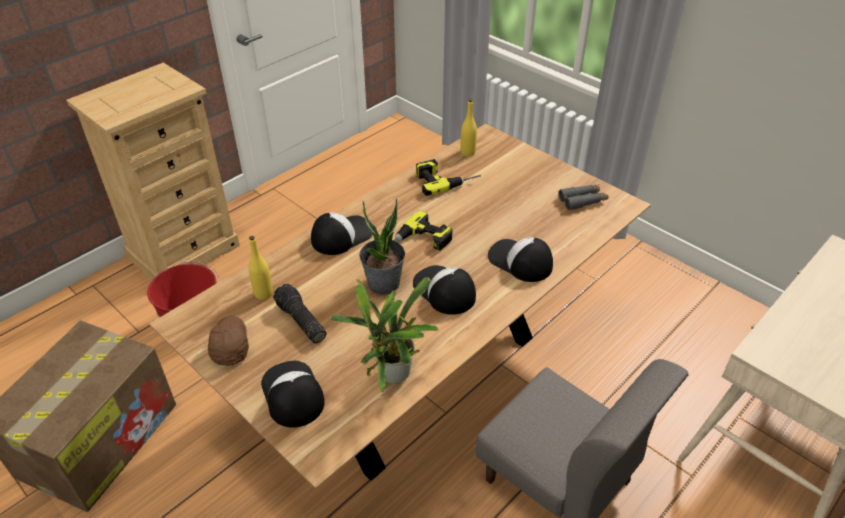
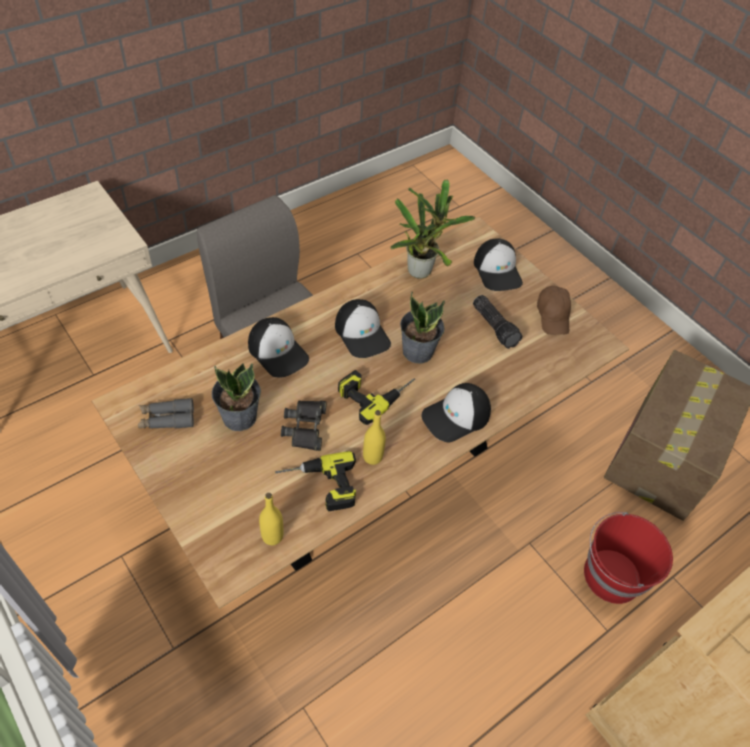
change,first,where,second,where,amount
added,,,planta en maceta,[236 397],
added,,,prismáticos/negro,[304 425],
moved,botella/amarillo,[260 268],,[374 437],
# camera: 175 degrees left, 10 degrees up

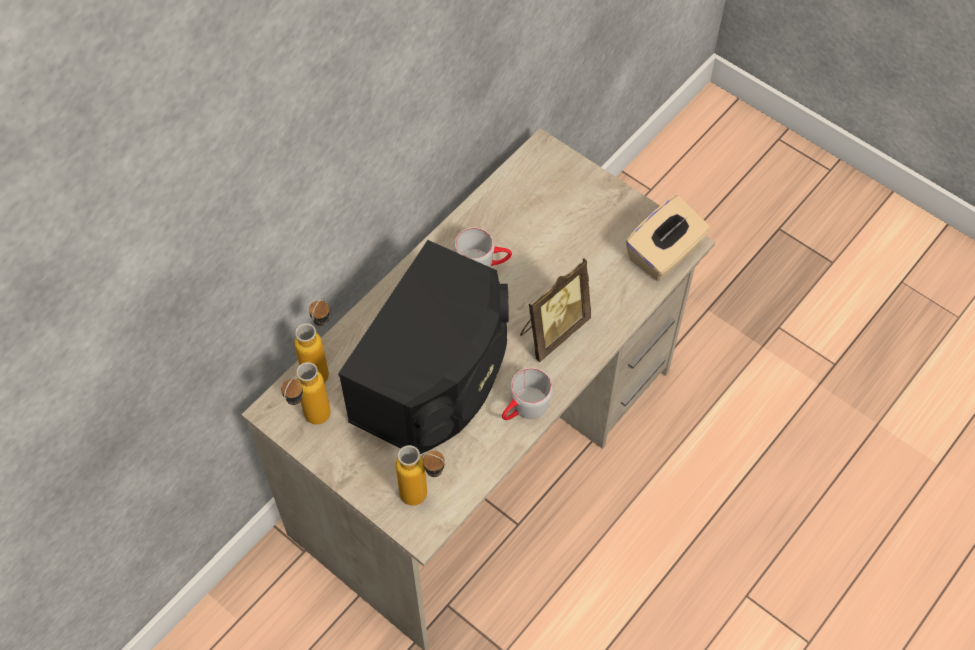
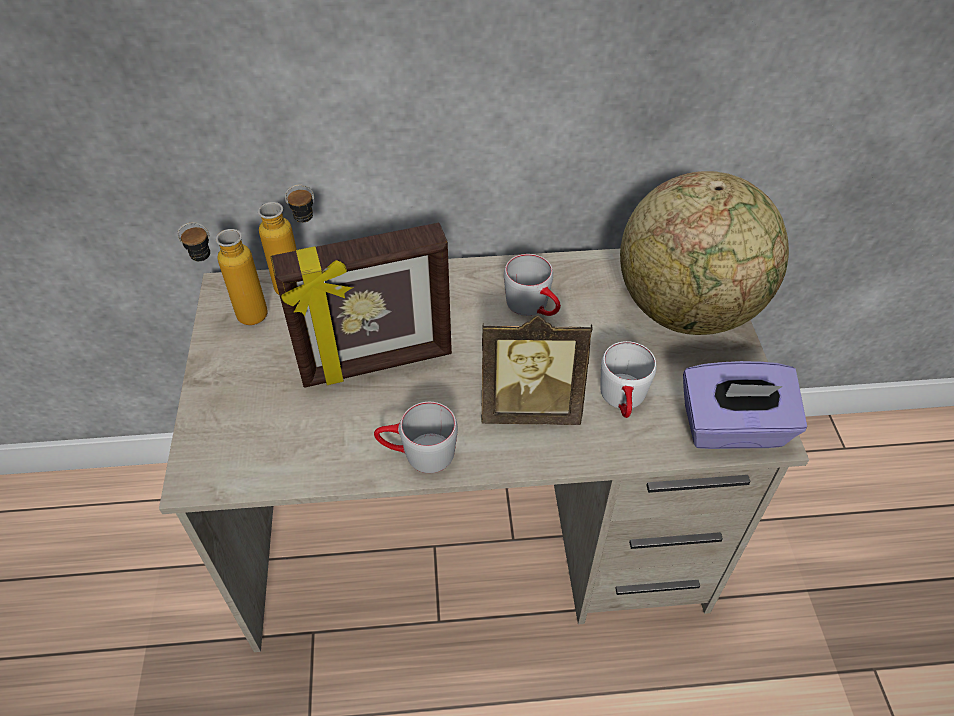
change,first,where,second,where,amount
replaced,altavoz/negro,[423 347],portarretratos,[361 305],
added,,,taza grande/blanco,[628 379],
added,,,globo terráqueo,[704 253],
recoloured,caja de pañuelos/beis,[668 238],caja de pañuelos/morado,[745 405],
removed,botella,[421 475],,,
# camera: 45 degrees right, 10 degrees down

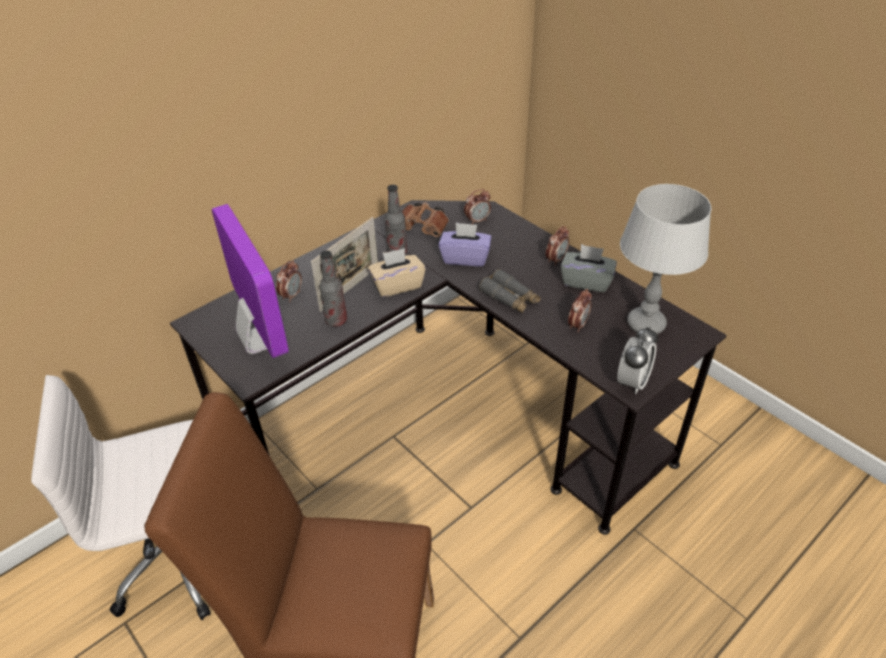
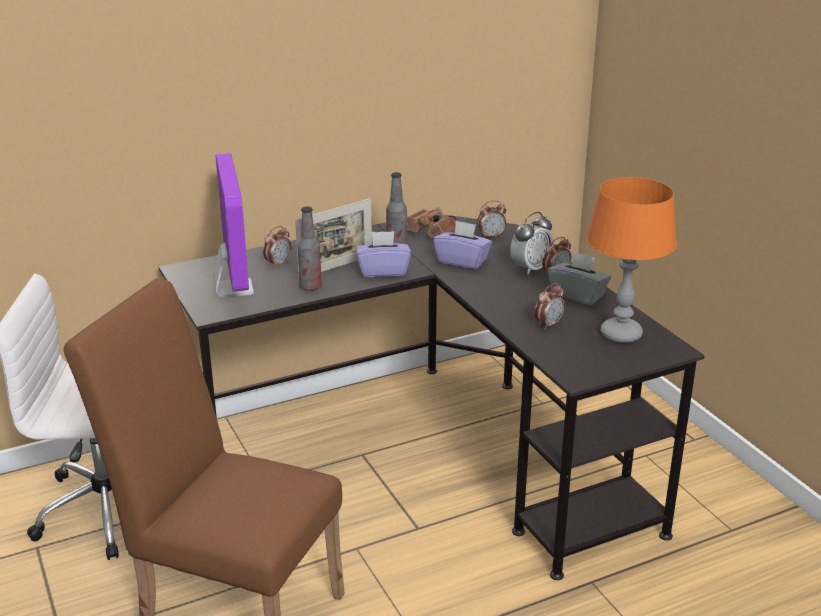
change,first,where,second,where,amount
recoloured,caja de pañuelos/beis,[397 272],caja de pañuelos/morado,[383 254],
moved,despertador,[637 360],,[531 243],
recoloured,lámpara de mesa/gris,[665 259],lámpara de mesa/naranja,[631 260],
removed,prismáticos/gris,[510 291],,,
# camera: 15 degrees right, 15 degrees down

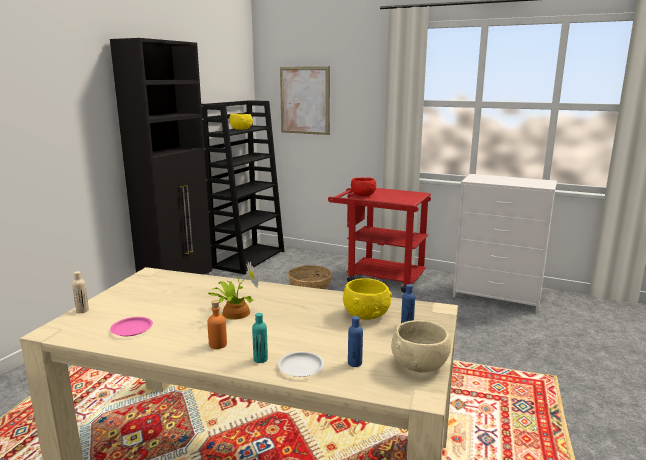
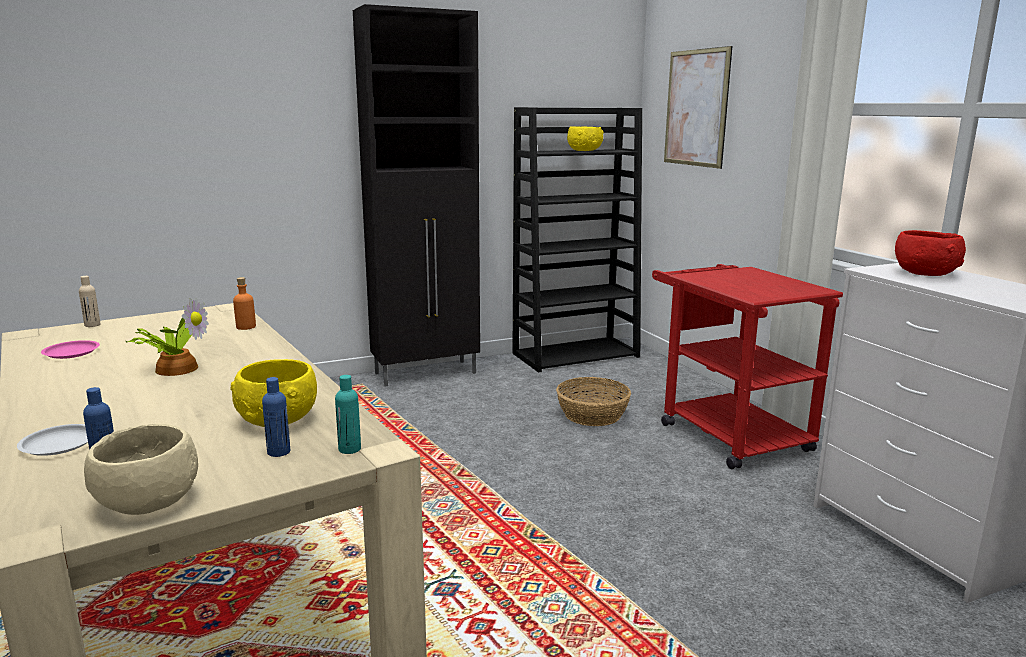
change,first,where,second,where,amount
moved,botella/naranja,[217 324],,[244 303],
moved,botella/turquesa,[260 338],,[348 414],
moved,cuenco/rojo,[363 187],,[930 253],
# camera: 40 degrees right, 0 degrees up

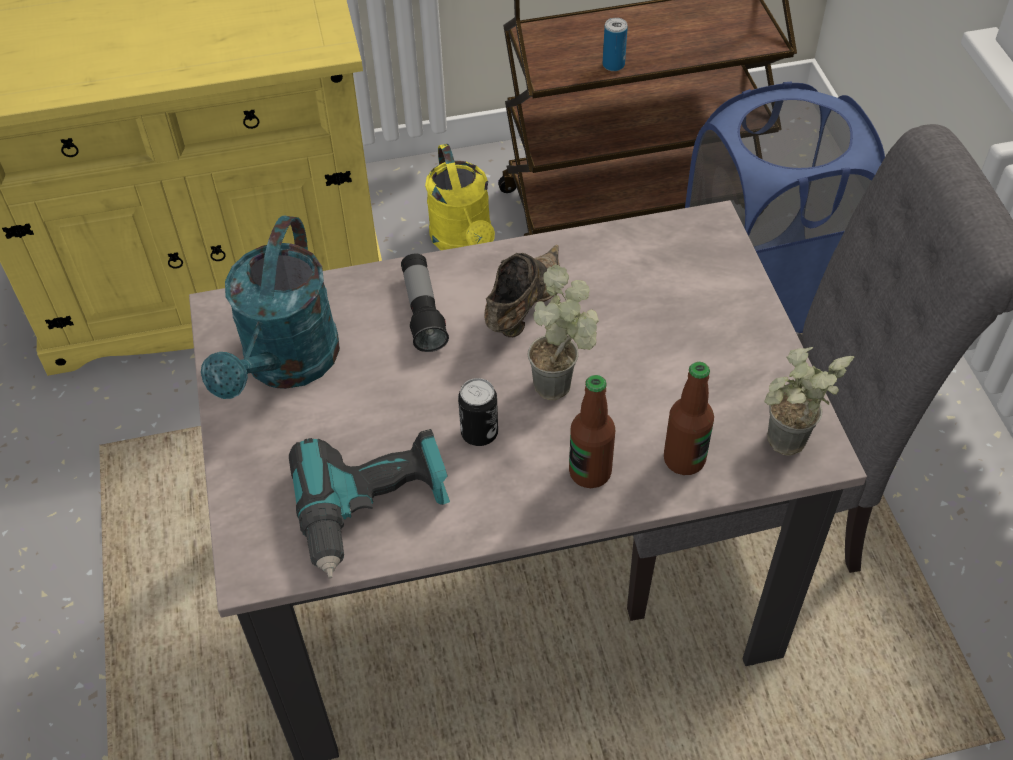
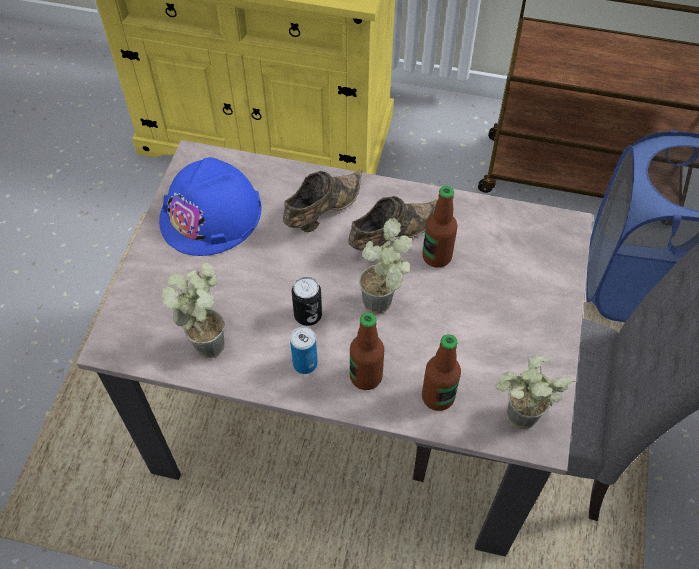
change,first,where,second,where,amount
replaced,regadera/turquesa,[270 307],casco/azul,[210 206],
replaced,taladro,[369 504],planta en maceta,[193 310],
replaced,linterna,[425 303],zapato/marrón,[323 200],
moved,lata,[615 44],,[304 350],
added,,,botella,[440 226],
removed,regadera/amarillo,[460 197],,,
# camera: 25 degrees right, 5 degrees up

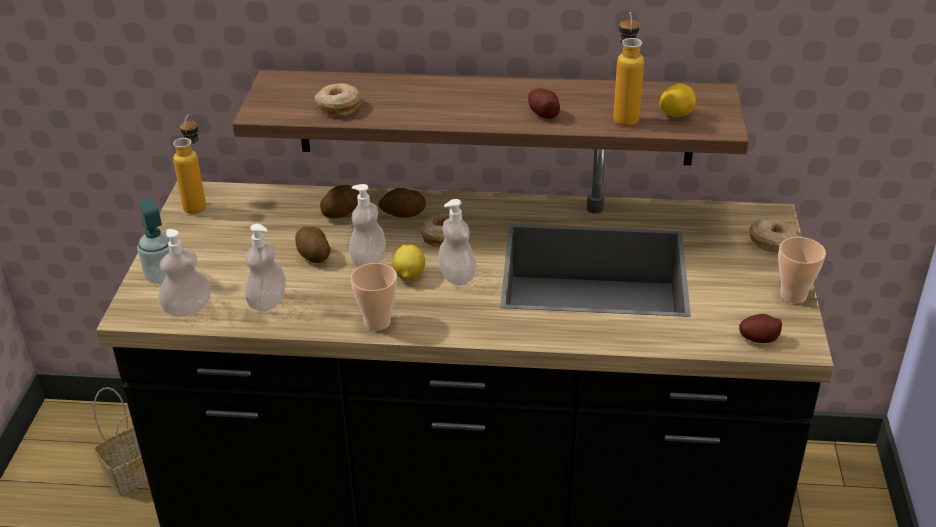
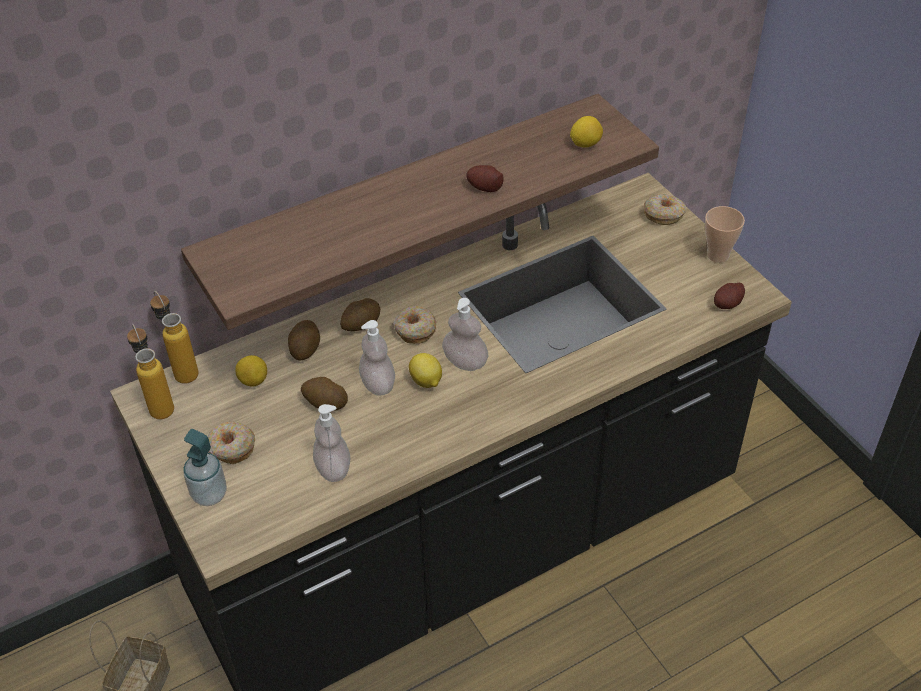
change,first,where,second,where,amount
moved,botella,[628 69],,[174 337],
moved,rosquilla,[338 99],,[231 443],
added,,,limón,[251 371],
removed,dispensador de jabón,[184 273],,,
removed,taza,[374 297],,,
# camera: 35 degrees left, 10 degrees up

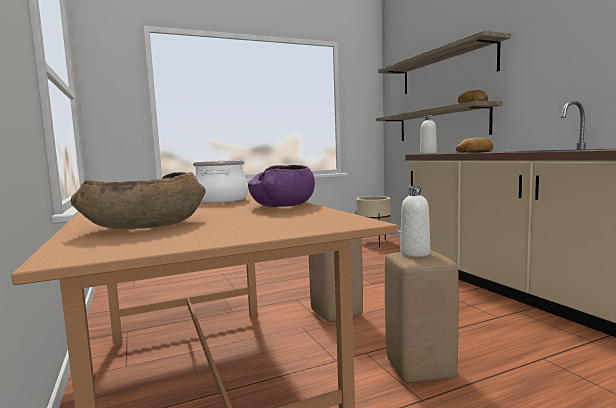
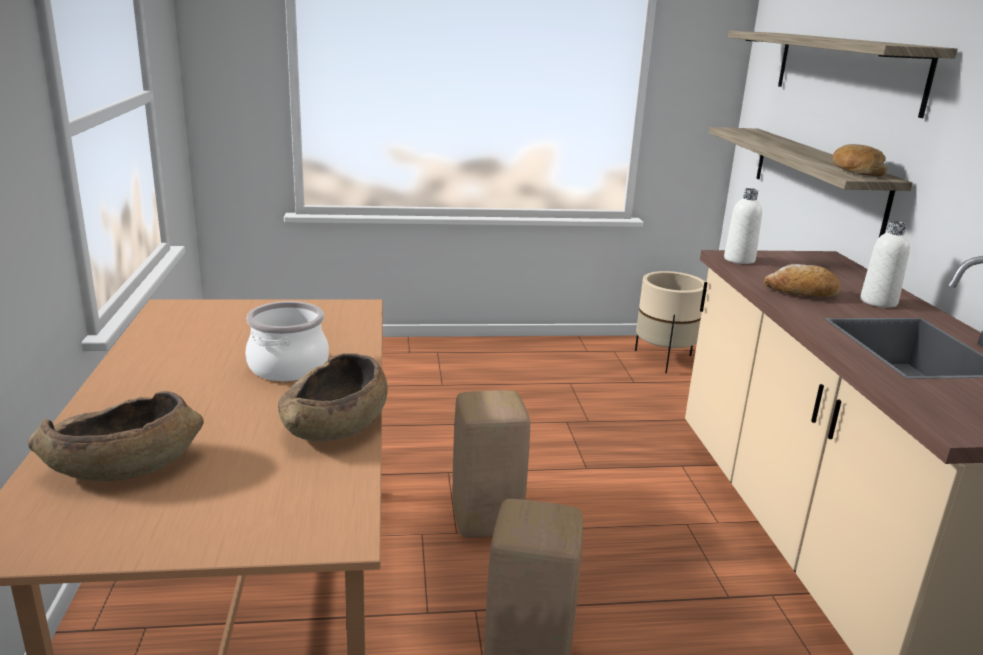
change,first,where,second,where,amount
recoloured,cuenco/morado,[281 186],cuenco/marrón,[333 397],
moved,botella/blanco,[415 221],,[885 264],
# camera: 15 degrees right, 15 degrees up

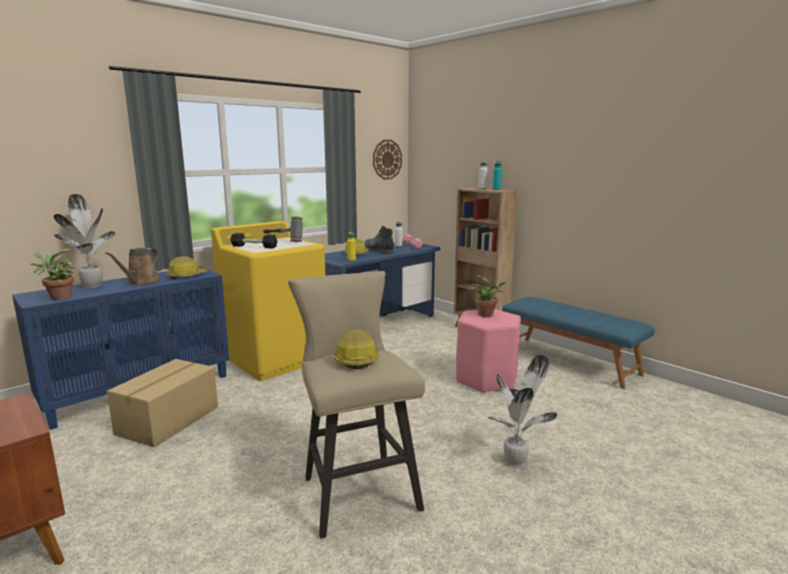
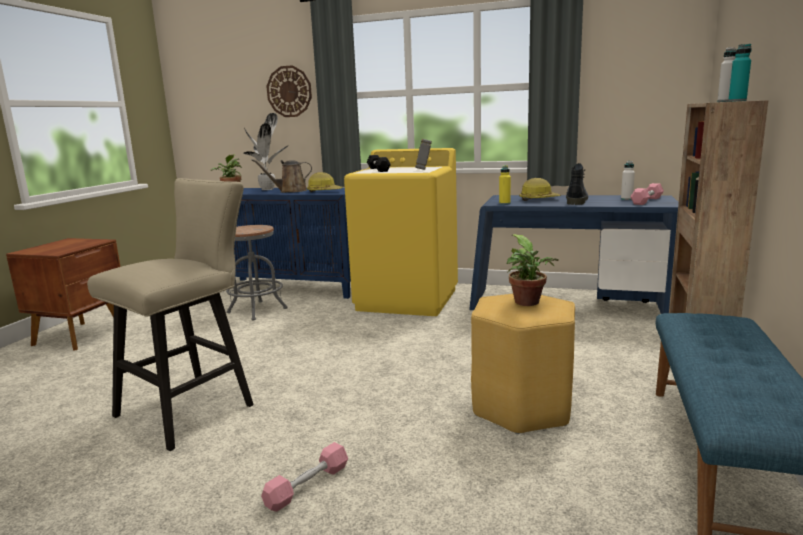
change,first,where,second,where,amount
replaced,caja de cartón,[162 403],taburete/gris,[257 273],
replaced,planta en maceta,[522 411],mancuerna/rosa,[304 477],
moved,reloj de pared,[387 160],,[289 91],
recoloured,taburete/rosa,[488 351],taburete/amarillo,[523 364],
removed,casco,[356 349],,,
# camera: 60 degrees right, 0 degrees up

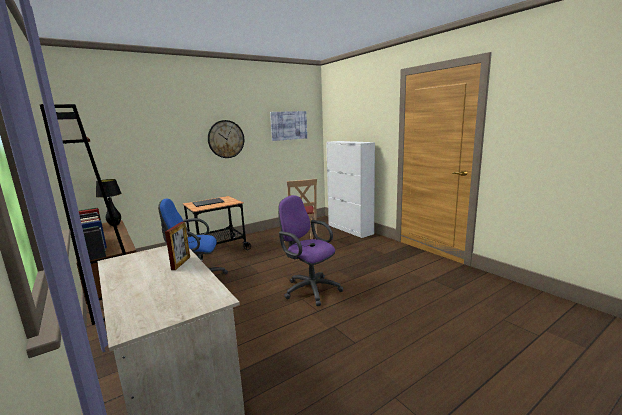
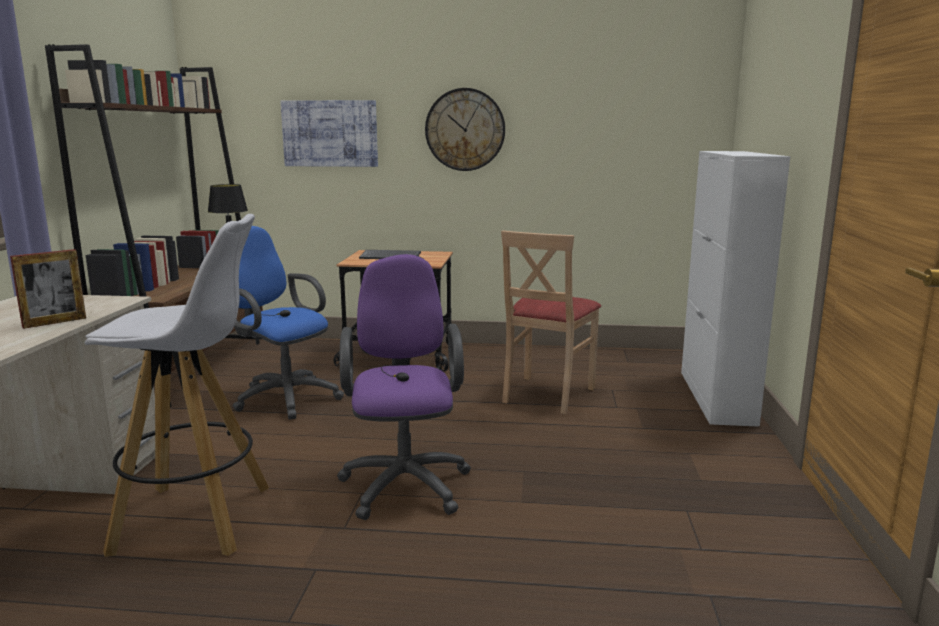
change,first,where,second,where,amount
added,,,taburete/blanco,[177 385],
moved,cuadro,[288 126],,[329 133],
# camera: 40 degrees right, 0 degrees up

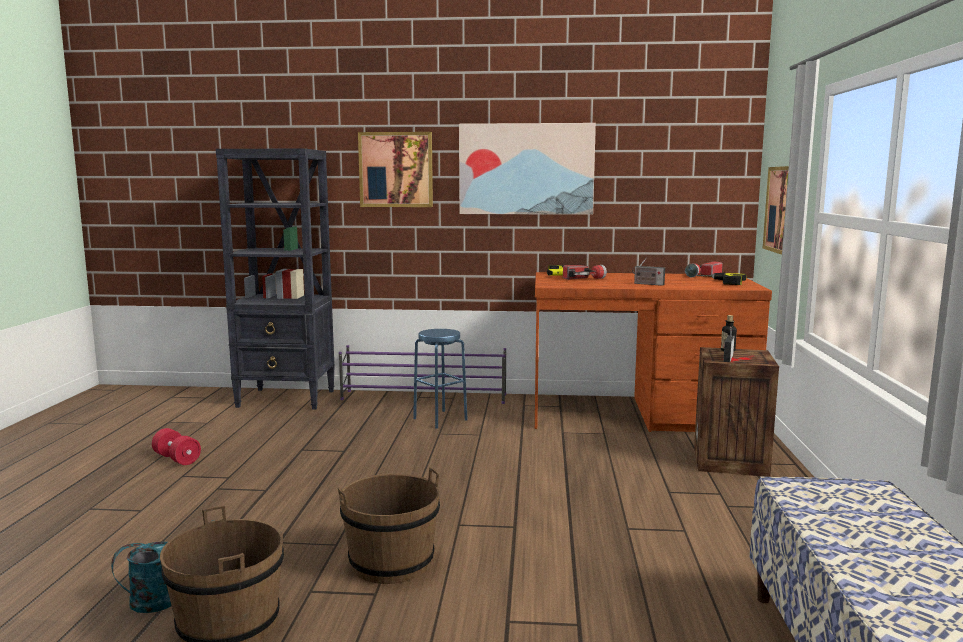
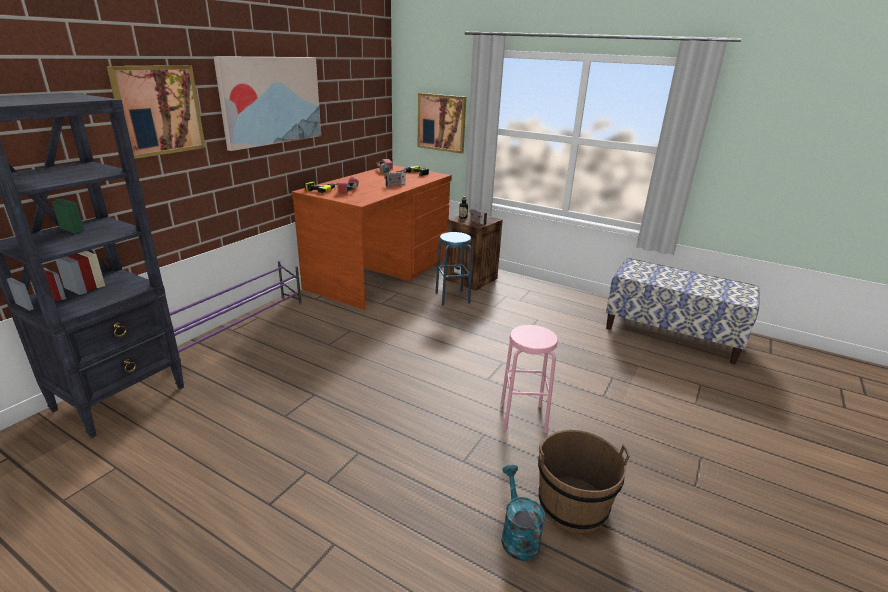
change,first,where,second,where,amount
moved,taburete/azul,[440 379],,[453 269],
replaced,cubo/marrón,[389 525],taburete/rosa,[529 379],
removed,mancuerna/rojo,[176 446],,,
# camera: 65 degrees left, 15 degrees up

